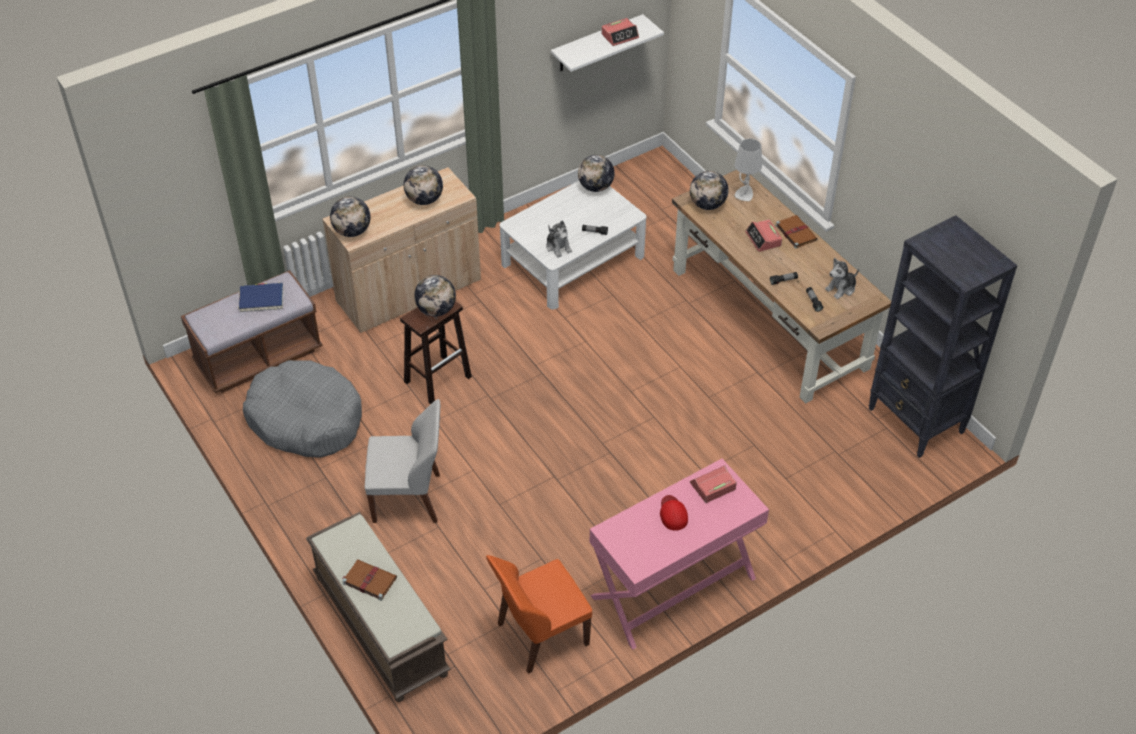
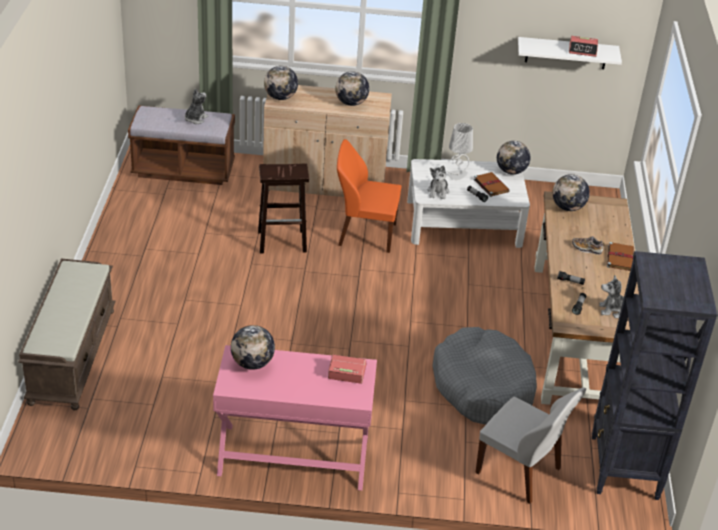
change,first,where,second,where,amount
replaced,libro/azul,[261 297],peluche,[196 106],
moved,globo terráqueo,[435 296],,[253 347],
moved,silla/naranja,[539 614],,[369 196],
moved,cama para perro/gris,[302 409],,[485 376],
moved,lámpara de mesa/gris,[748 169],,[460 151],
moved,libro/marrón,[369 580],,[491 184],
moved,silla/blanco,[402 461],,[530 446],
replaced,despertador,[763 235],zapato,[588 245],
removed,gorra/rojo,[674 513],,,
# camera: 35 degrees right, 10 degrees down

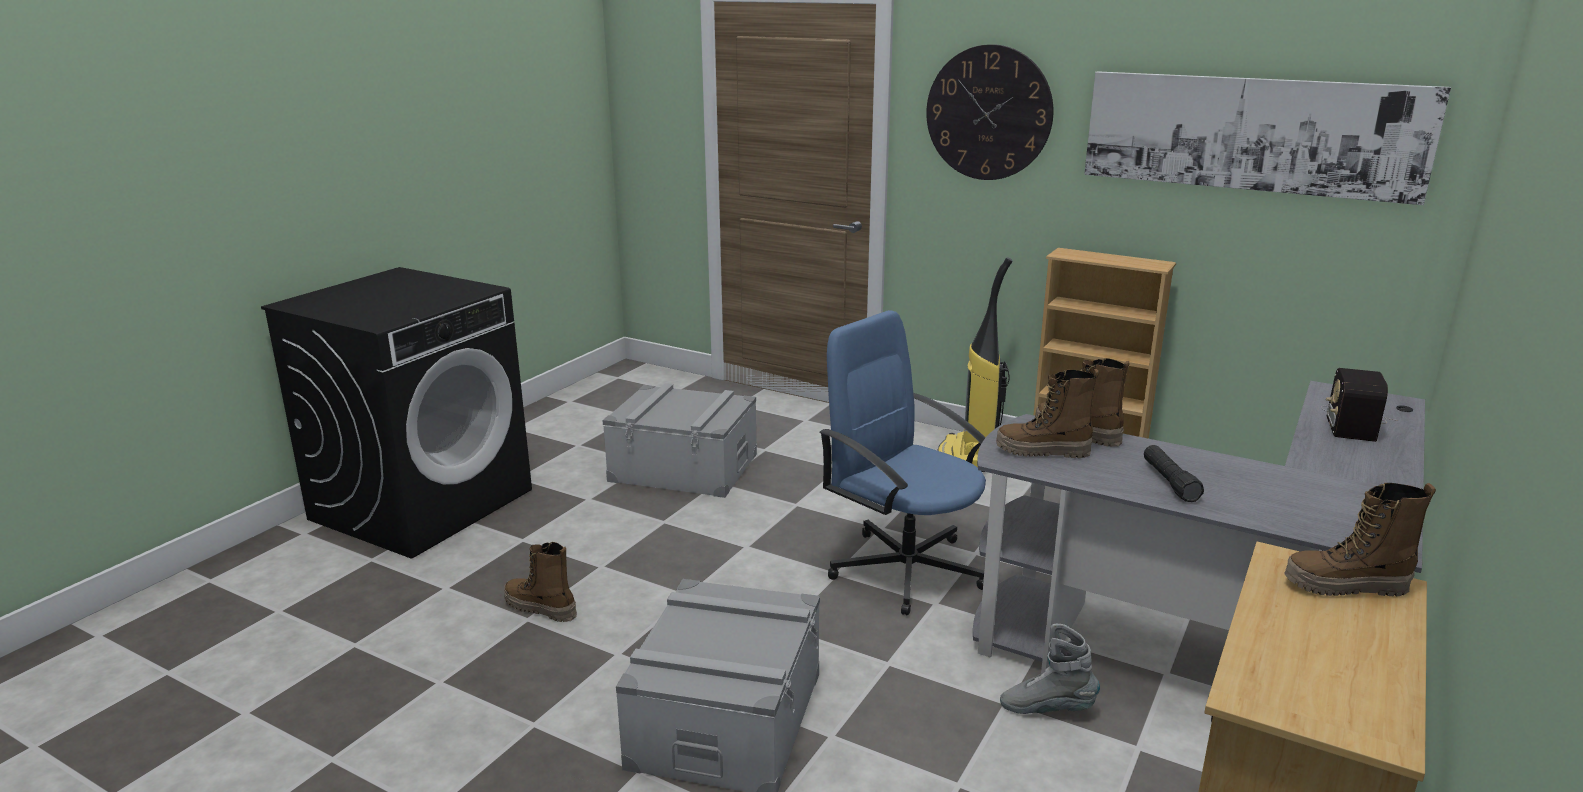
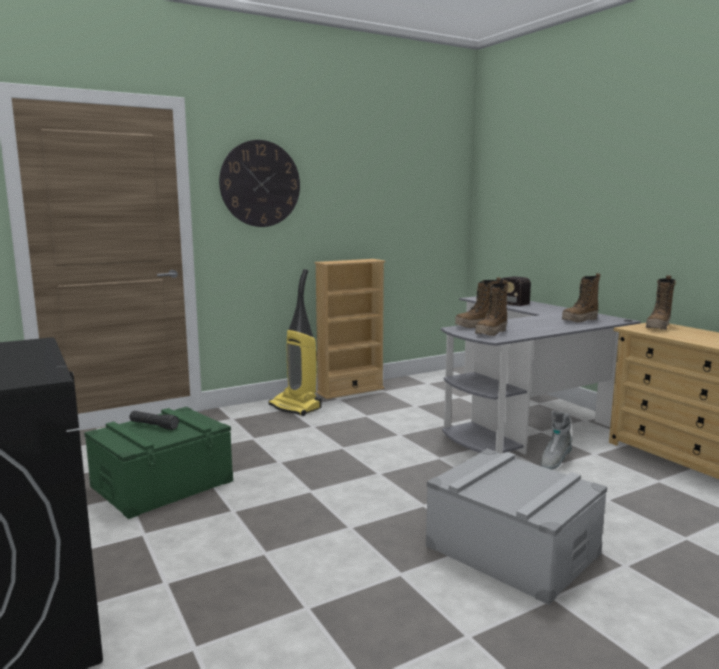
change,first,where,second,where,amount
recoloured,caja de almacenaje/gris,[680 441],caja de almacenaje/verde,[158 463],
moved,linterna/negro,[1174 473],,[154 420],
moved,bota,[540 582],,[581 297],
removed,silla de oficina/azul,[902 462],,,
removed,cuadro,[1267 138],,,
# camera: 60 degrees left, 10 degrees down

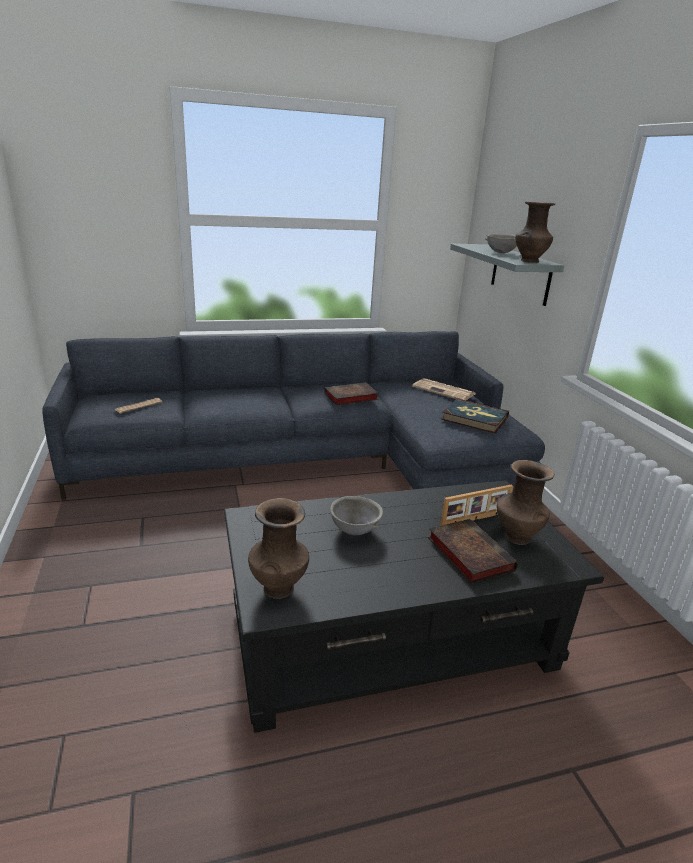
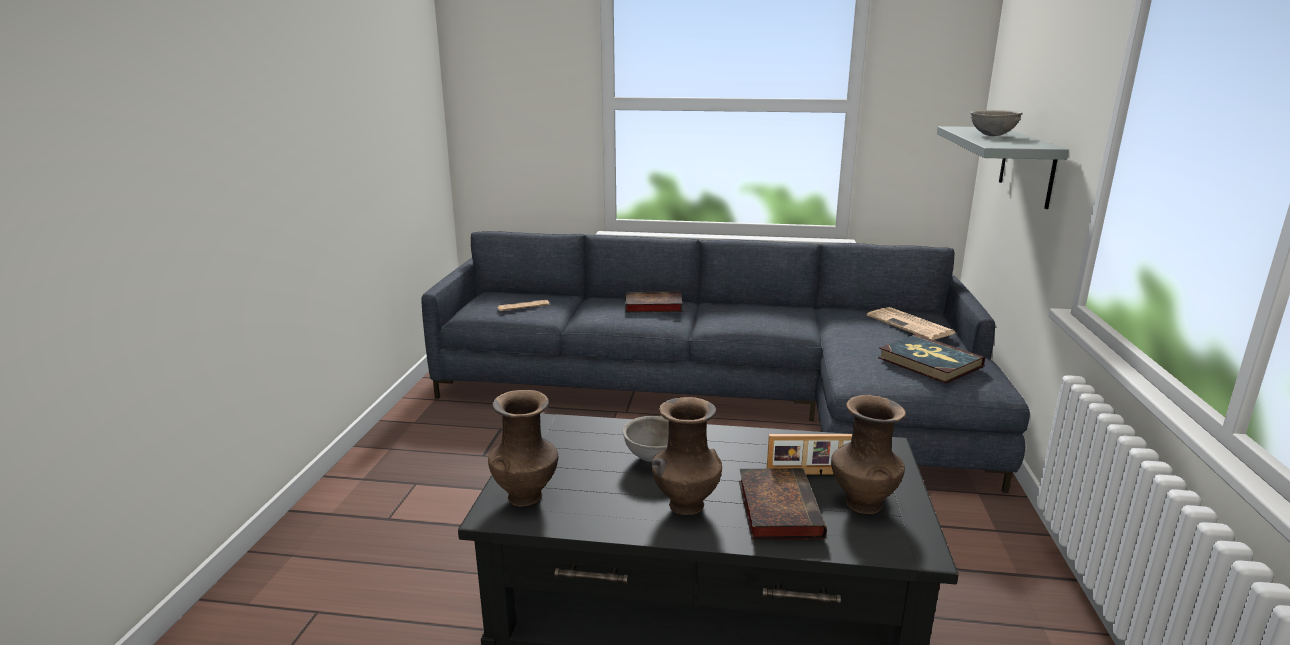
change,first,where,second,where,amount
moved,libro,[351 394],,[653 302],
moved,florero/marrón,[535 232],,[686 456],
# camera: 25 degrees right, 5 degrees down

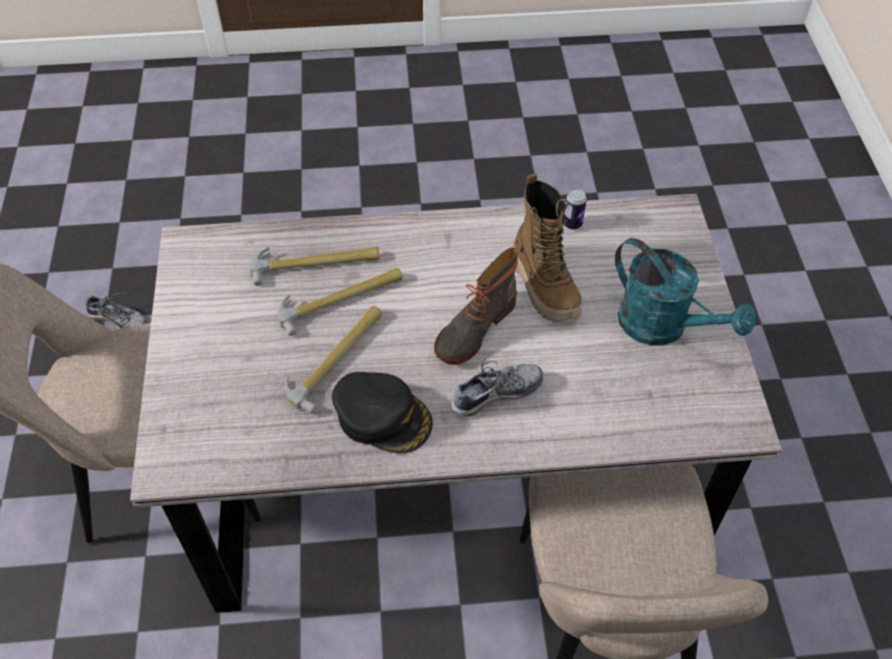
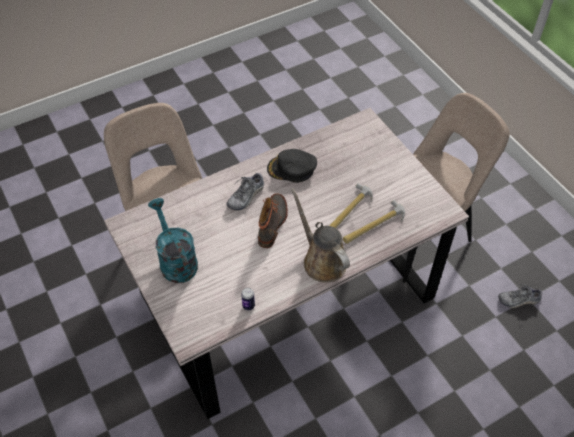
change,first,where,second,where,amount
turned,regadera/turquesa,[685 292],,[173 240],45 degrees clockwise
added,,,regadera/marrón,[320 235],
removed,martillo,[333 360],,,
removed,bota,[547 248],,,
# camera: 155 degrees right, 0 degrees up

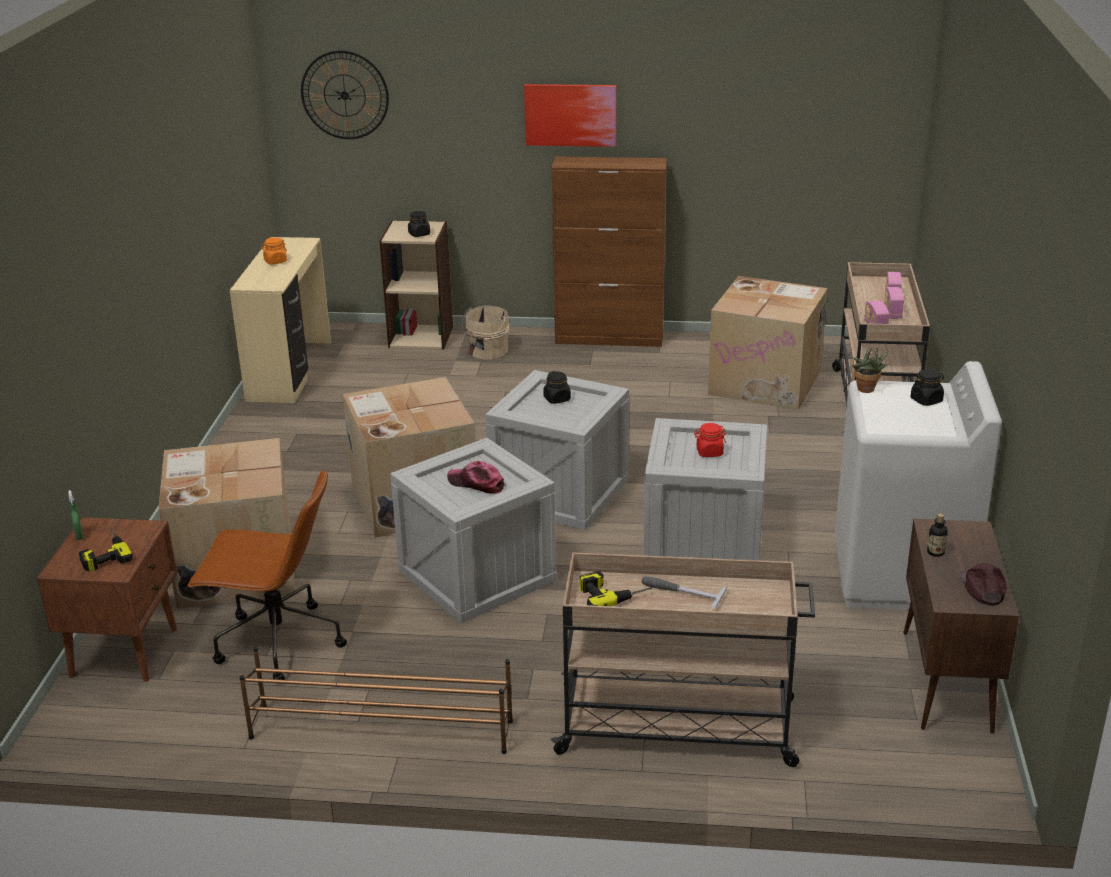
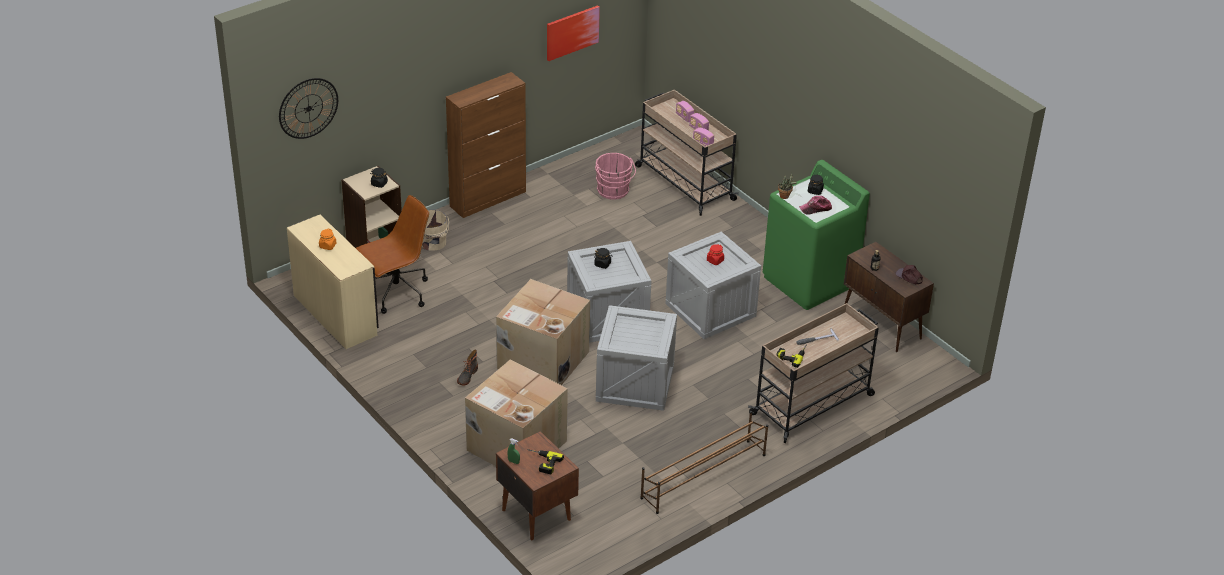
change,first,where,second,where,amount
moved,silla de oficina/marrón,[267 575],,[392 254],
added,,,bota,[467 368],
moved,cuadro,[570 115],,[573 33],
replaced,caja de cartón,[768 343],cubo/rosa,[615 176],
recoloured,lavadora/blanco,[918 485],lavadora/verde,[816 235],
moved,gorra,[476 477],,[815 205],
# camera: 45 degrees left, 10 degrees up

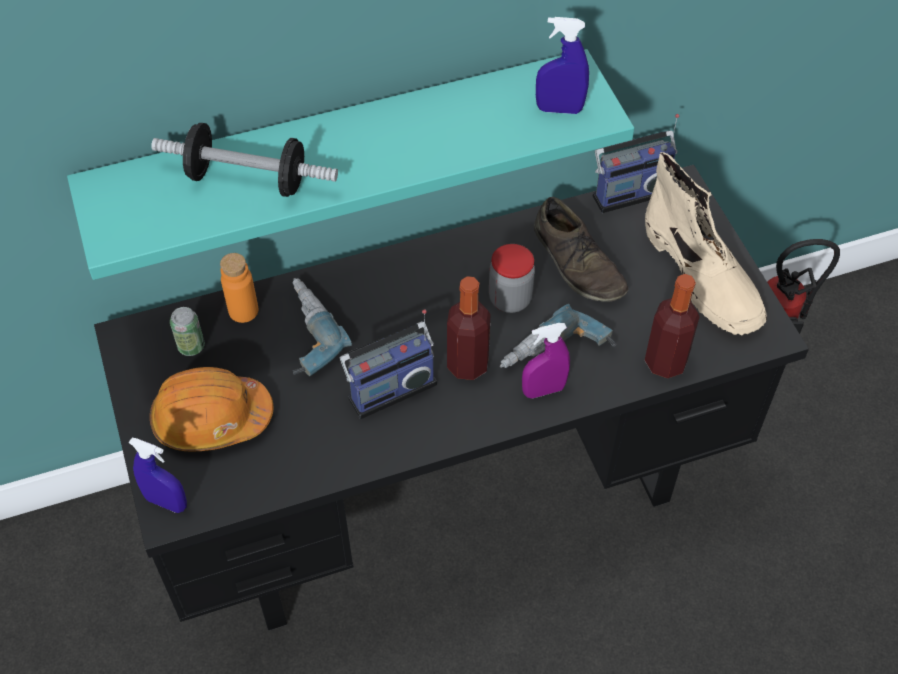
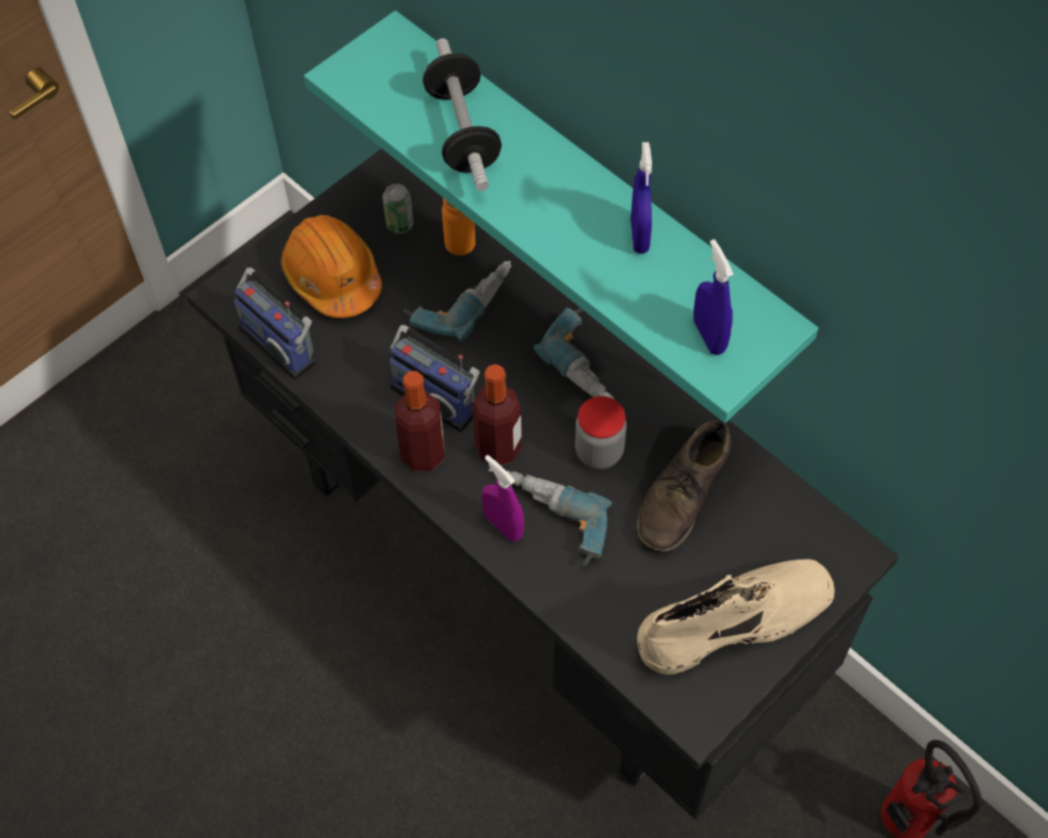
change,first,where,second,where,amount
moved,radio,[636 163],,[275 324],
moved,botella,[672 326],,[420 421],
added,,,taladro,[573 353],
moved,pulverizador/azul,[157 475],,[641 198],
turned,bota/beis,[706 243],,[736 617],150 degrees counterclockwise
# camera: 65 degrees right, 5 degrees up

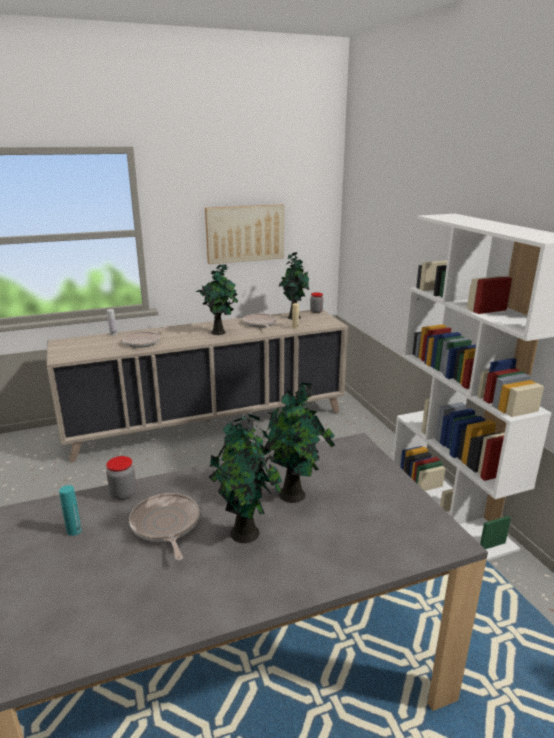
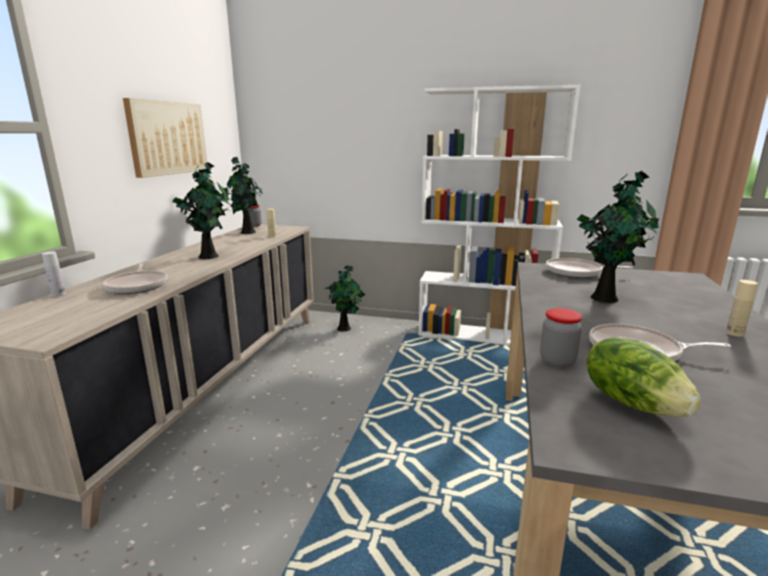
change,first,where,second,where,amount
moved,planta en maceta,[245 478],,[345 299],
moved,sartén,[259 320],,[589 268],
replaced,botella/turquesa,[70 510],lechuga,[643 377],
added,,,botella/beis,[742 308],
# camera: 55 degrees left, 5 degrees down

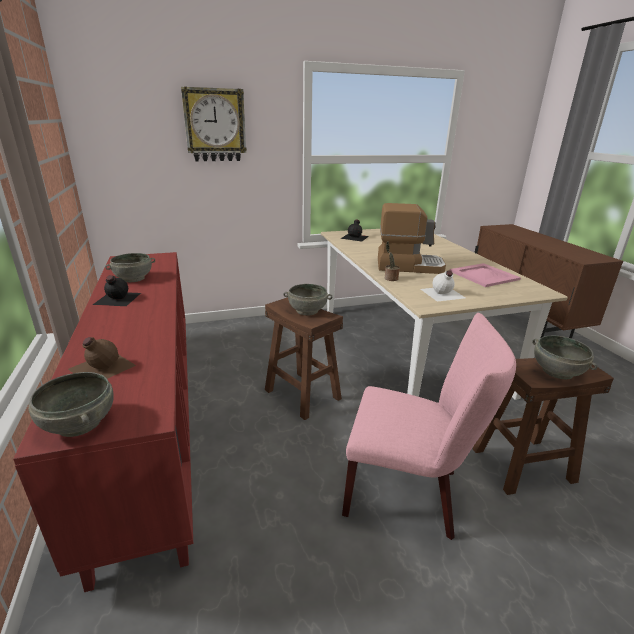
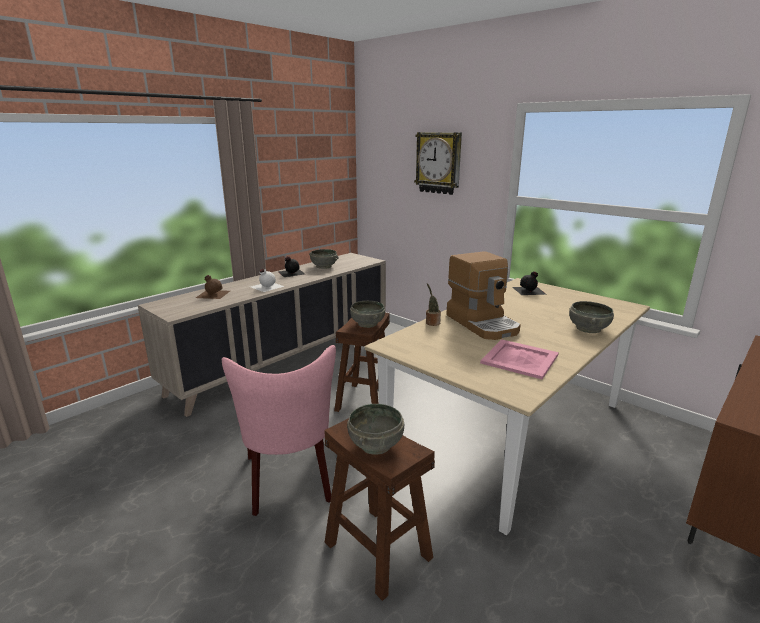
change,first,where,second,where,amount
recoloured,armario/rojo,[103 422],armario/beis,[262 335],
moved,botella/blanco,[443 286],,[267 280],
moved,cuenco/gris,[71 404],,[591 317],
# camera: 60 degrees right, 5 degrees down

